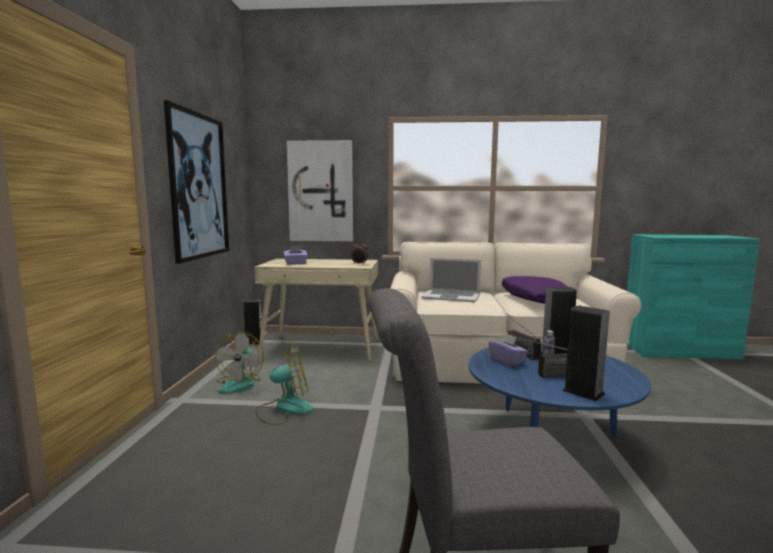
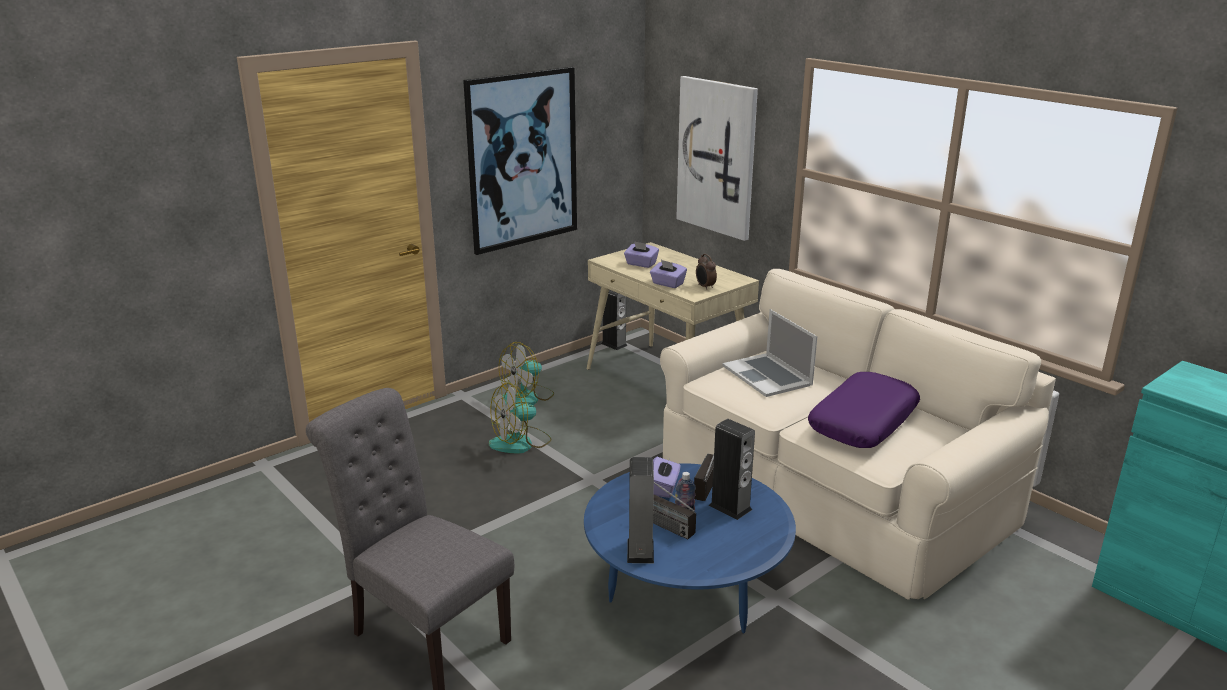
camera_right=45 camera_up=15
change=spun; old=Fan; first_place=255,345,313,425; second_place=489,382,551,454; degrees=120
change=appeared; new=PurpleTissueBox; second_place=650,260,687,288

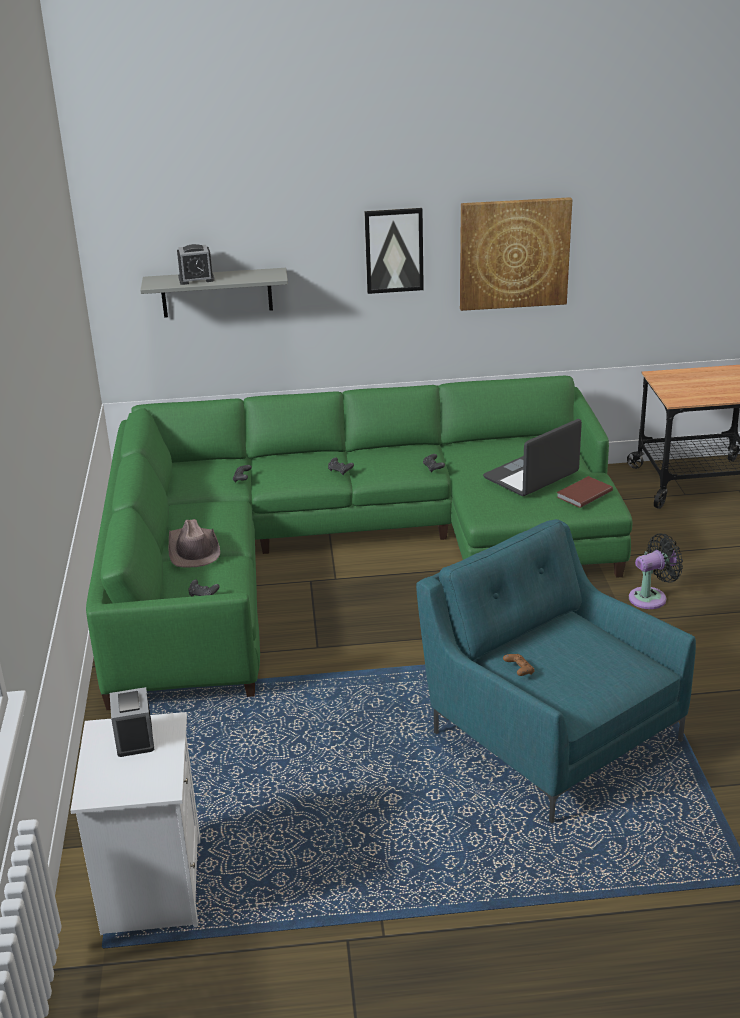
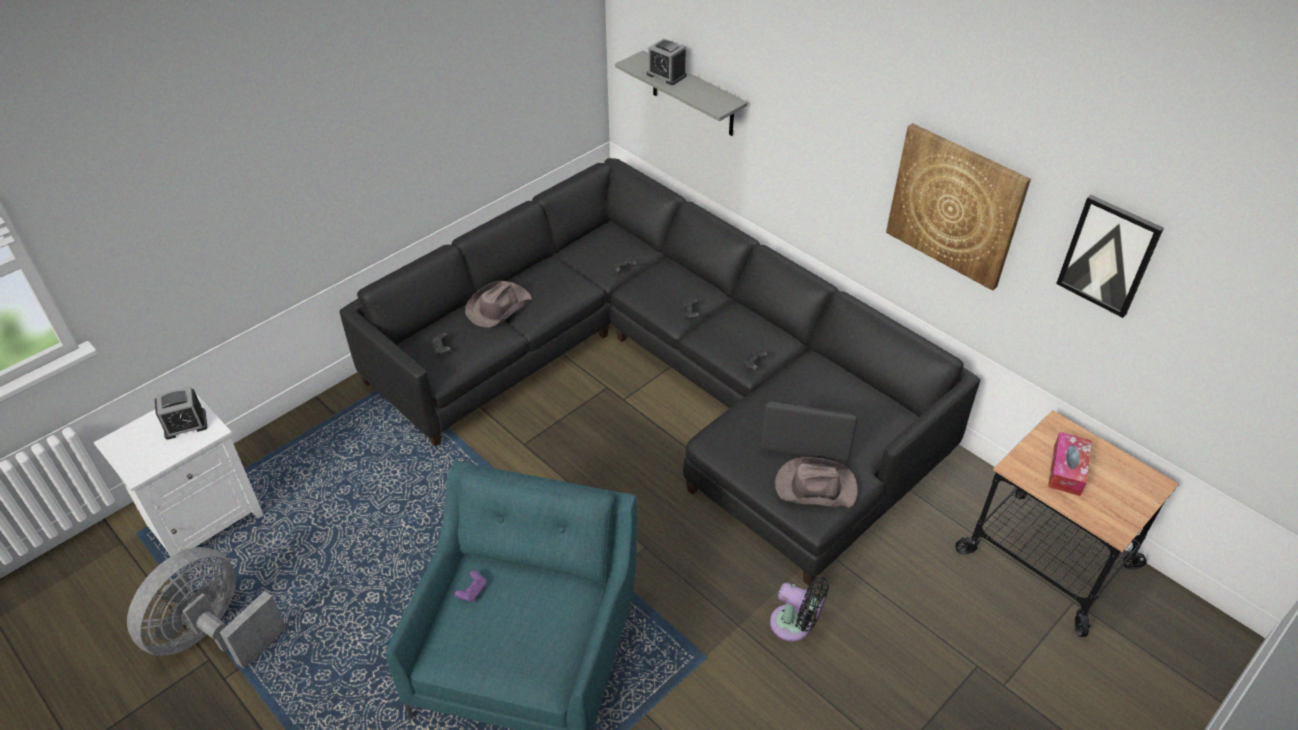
camera_right=50 camera_up=15
change=appeared; new=GreyFan; second_place=127,547,287,669
change=spun; old=AlarmClock; first_place=110,687,154,757; second_place=155,386,208,440; degrees=-150
change=colour; old=GreenSofa; new=BlackSofa; first_place=86,376,633,710; second_place=339,158,980,586
change=colour; old=BrownGameController; new=PurpleGameController; first_place=503,654,535,676; second_place=454,570,487,603
change=exchanged; old=BrownBook; new=BrownHat; first_place=557,476,613,508; second_place=775,457,858,508
change=appeared; new=TissueBox; second_place=1048,432,1092,496
change=relocated; old=Picture; first_place=364,208,424,294; second_place=1056,195,1164,318

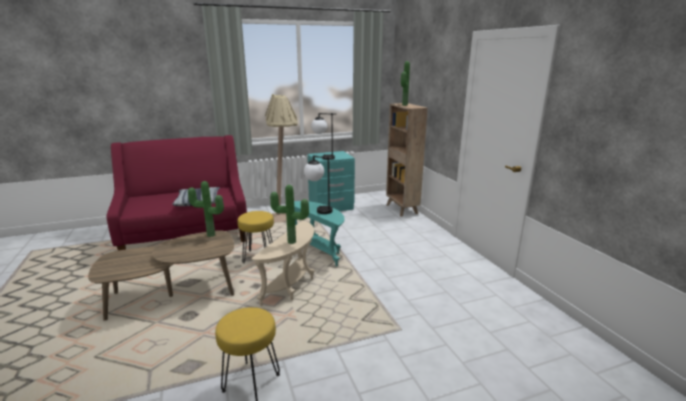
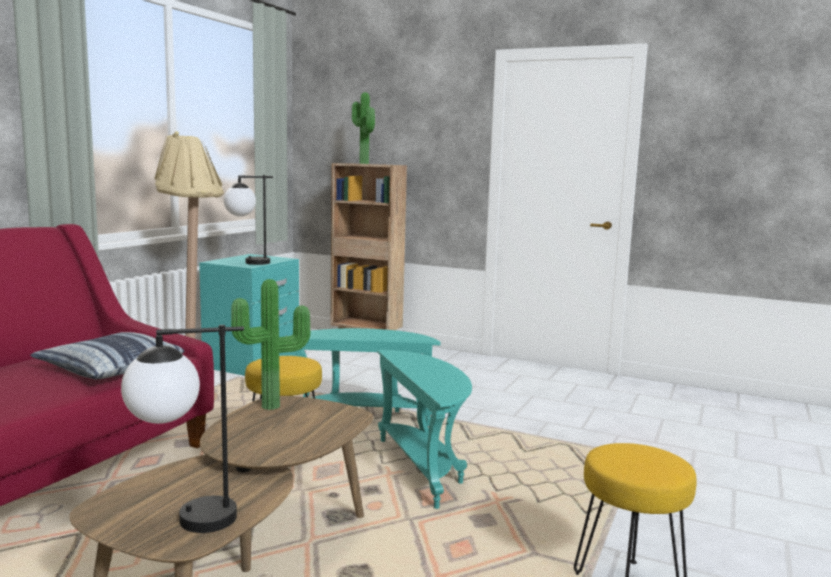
camera_right=-45 camera_up=-10
change=relocated; old=TableLamp; first_place=304,155,334,214; second_place=121,325,244,533
change=colour; old=BeigeSideTable; new=TurquoiseSideTable; first_place=251,221,315,306; second_place=377,350,472,509
change=missing; old=PottedPlant; first_place=270,185,309,244

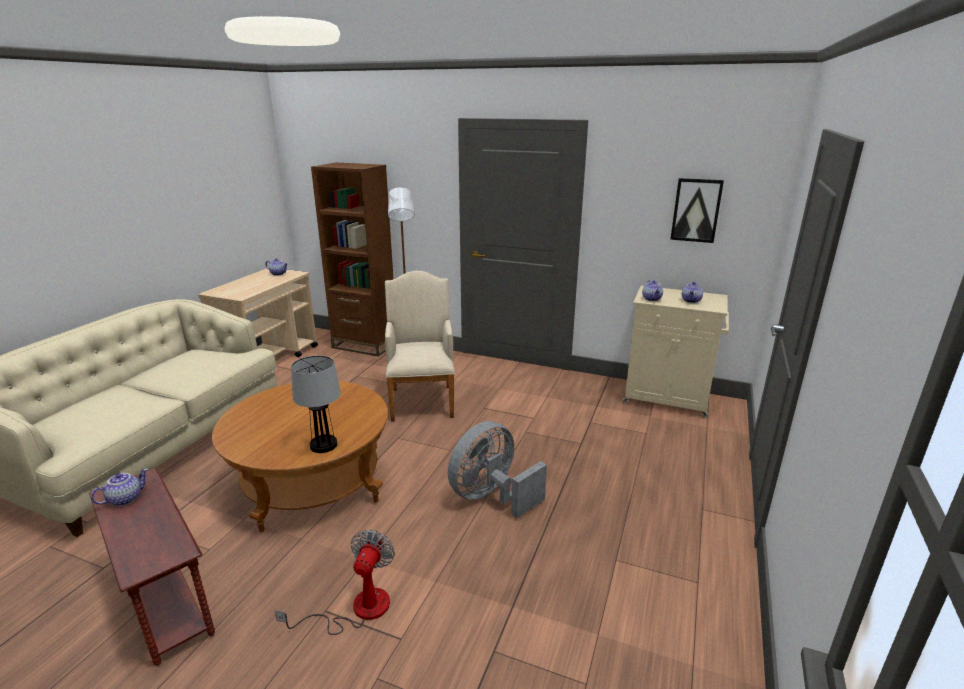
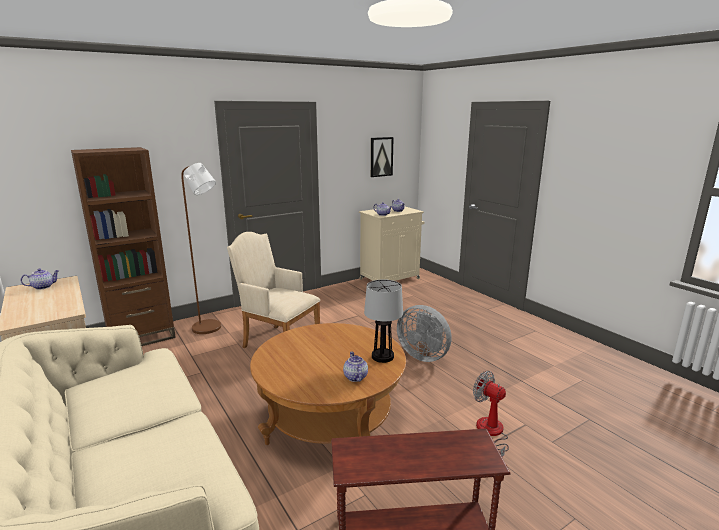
camera_right=-55 camera_up=-5
change=relocated; old=Teapot; first_place=91,469,148,506; second_place=343,352,368,382
change=spun; old=GreyFan; first_place=448,421,547,518; second_place=397,305,452,362; degrees=-45

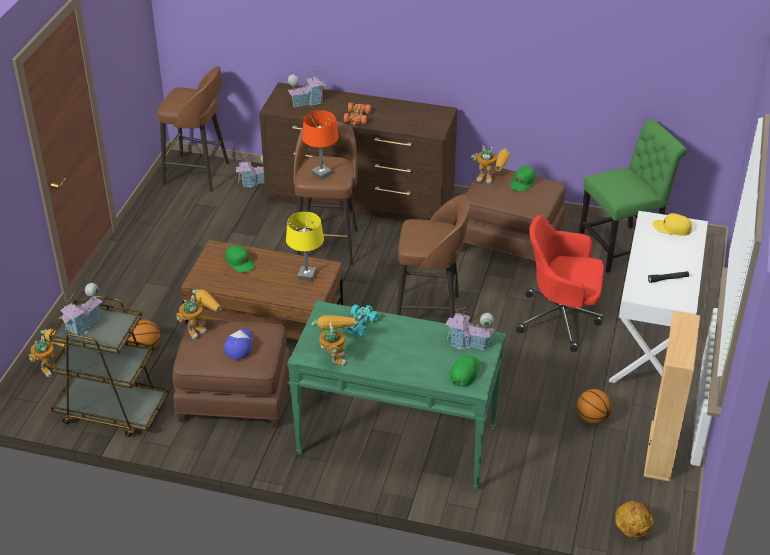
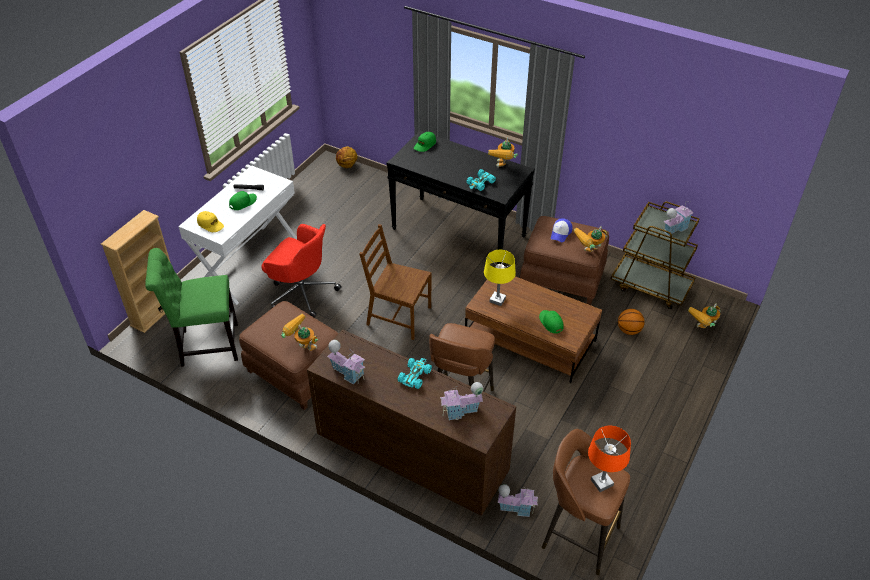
camera_right=-165 camera_up=5
change=relocated; old=BeigeBookcase; first_place=644,311,700,482; second_place=101,210,171,333
change=relocated; old=GreenCap; first_place=510,166,535,191; second_place=229,191,257,210
change=relocated; old=ToyHouse; first_place=446,307,495,350; second_place=327,340,366,384
change=exchanged; old=BrownStool; new=BrownChair; first_place=396,195,470,318; second_place=359,224,431,340
change=colour; old=GreenConsoleTable; new=BlackConsoleTable; first_place=287,300,506,490; second_place=387,130,535,264
change=colour; old=OrangeToyCar; new=TurquoiseToyCar; first_place=344,102,371,125; second_place=398,358,432,389
change=relocated; old=OrangeTableLamp; first_place=302,110,339,180; second_place=588,426,631,492
change=missing; old=Basketball; first_place=577,389,612,424

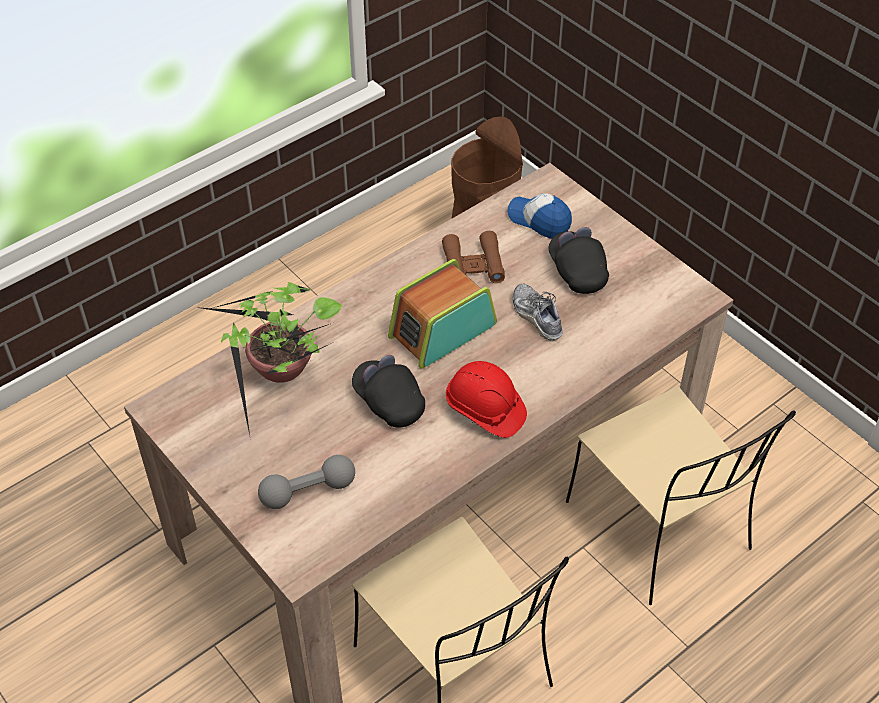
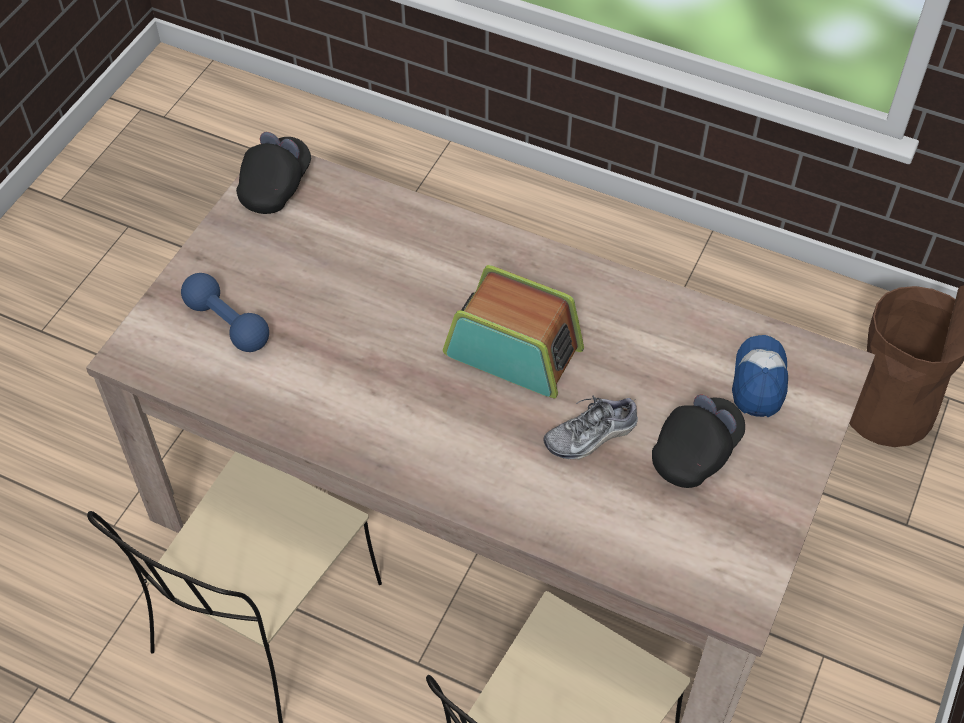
camera_right=65 camera_up=5
change=colour; old=GreyDumbbell; new=BlueDumbbell; first_place=258,455,355,509; second_place=181,273,269,352
change=relocated; old=BlackCap; first_place=352,355,425,428; second_place=236,132,311,214
change=spun; old=Shoe; first_place=513,284,563,340; second_place=543,396,638,459; degrees=-150
change=missing; old=PottedPlant; first_place=196,282,342,435
change=missing; old=BrownBinoculars; first_place=442,231,505,283
change=missing; old=RedHardHat; first_place=446,361,527,438

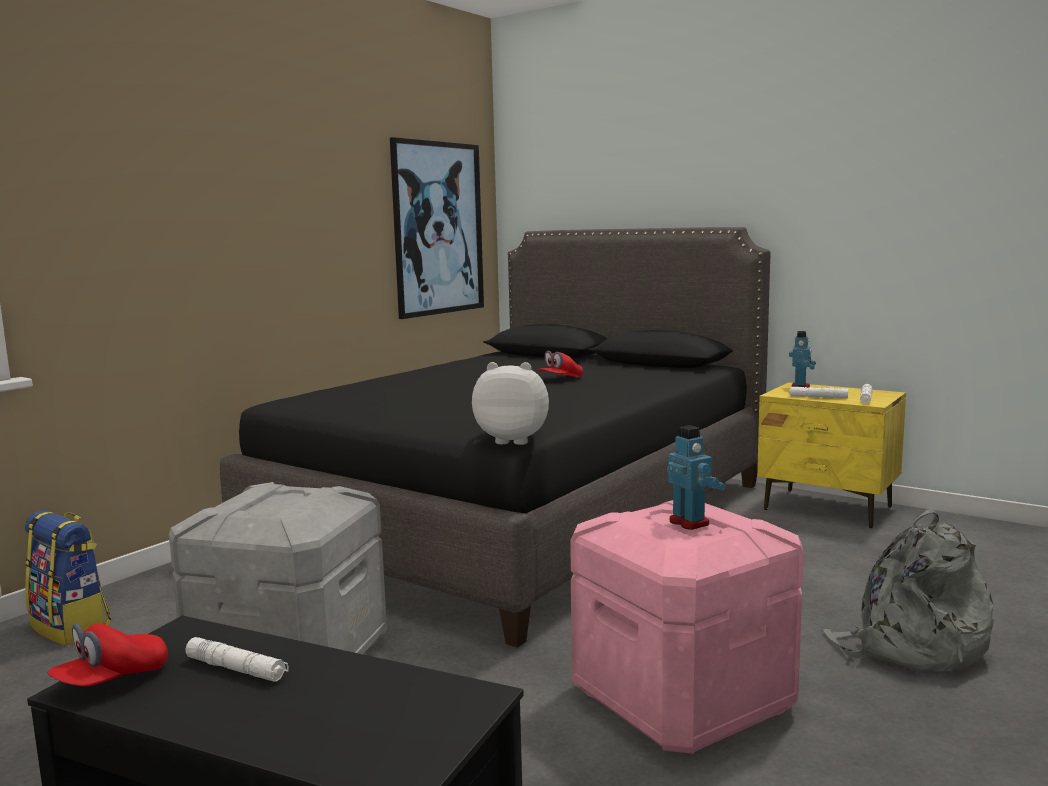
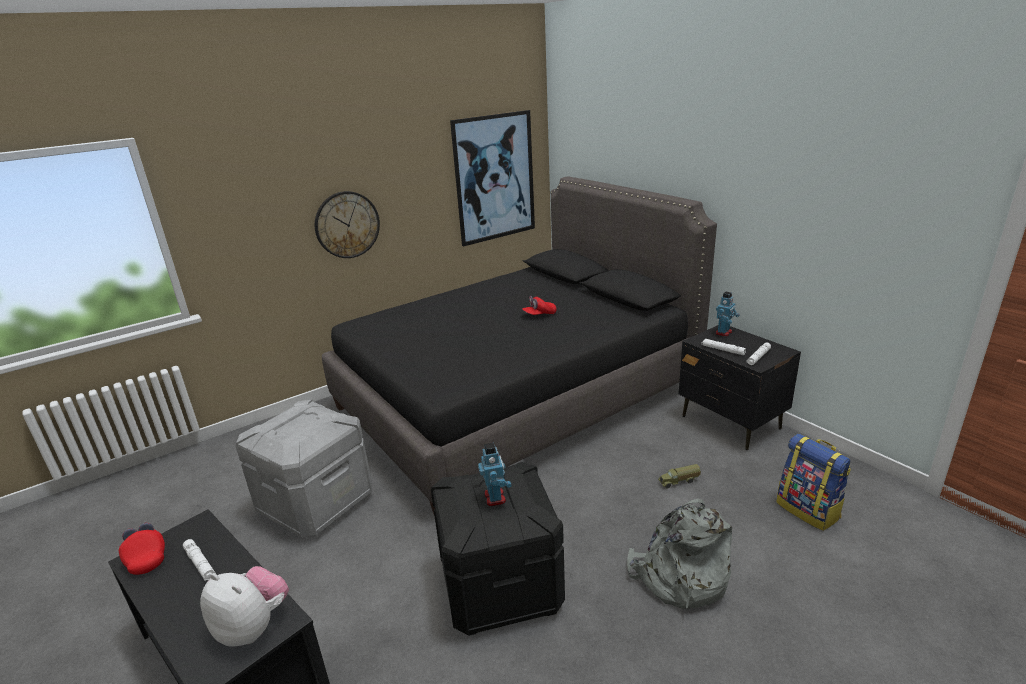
camera_right=20 camera_up=15
change=spun; old=RedCap; first_place=47,623,168,686; second_place=119,523,165,575; degrees=90
change=relocated; old=PlushToy; first_place=472,362,549,445; second_place=200,566,289,647
change=appeared; new=WallClock; second_place=315,191,380,258
change=colour; old=PinkStorageBox; new=BlackStorageBox; first_place=570,500,804,754; second_place=431,462,565,636
change=appeared; new=ToyTruck; second_place=658,464,701,489
change=colour; old=YellowNightstand; new=BlackNightstand; first_place=757,382,906,528; second_place=679,325,801,450
change=relocated; old=Backpack; first_place=25,511,111,646; second_place=776,434,851,531

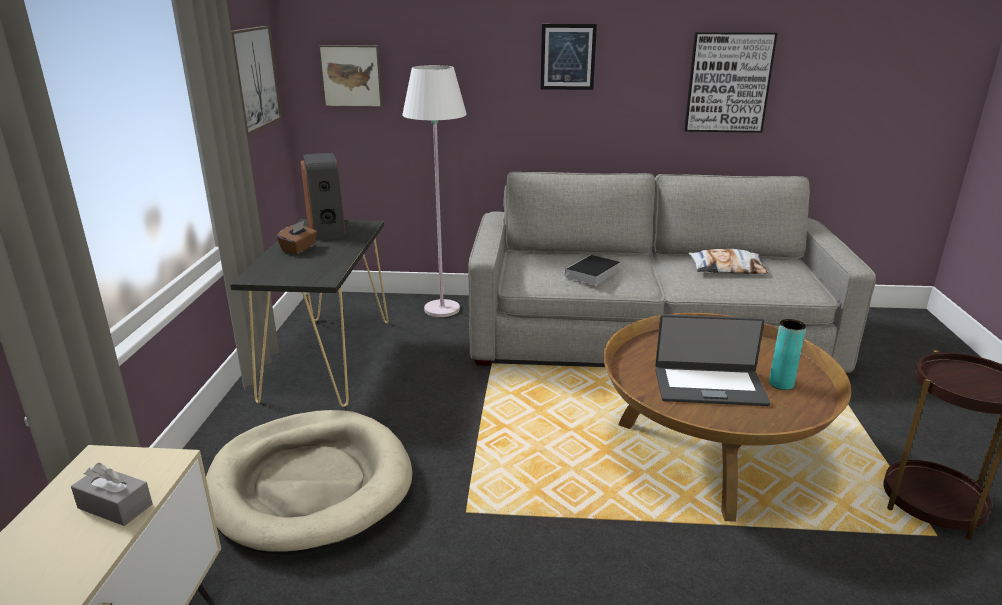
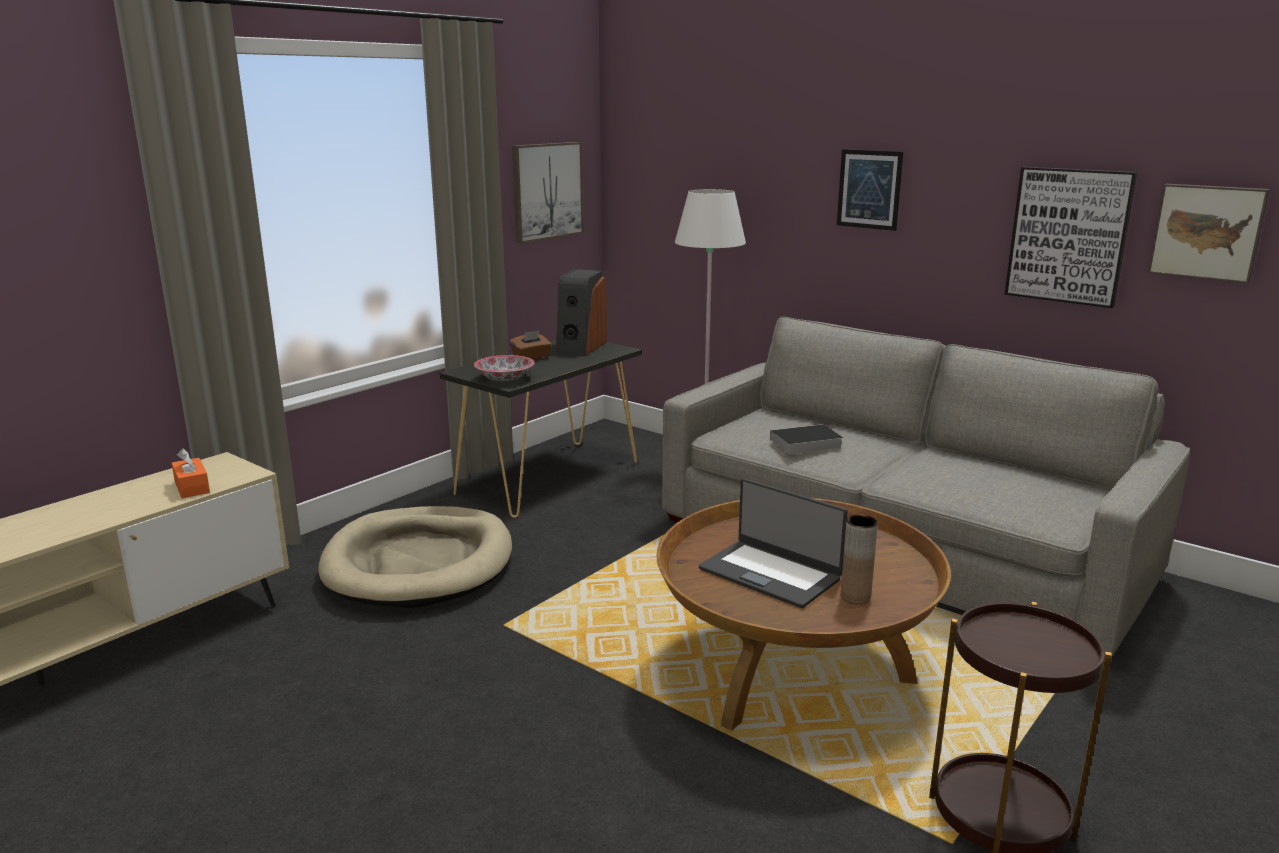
camera_right=35 camera_up=-5
change=colour; old=GreyTissueBox; new=OrangeTissueBox; first_place=71,463,152,526; second_place=172,448,210,498
change=appeared; new=Bowl; second_place=474,355,534,381
change=colour; old=TurquoiseVase; new=BrownVase; first_place=769,319,806,390; second_place=841,514,878,604
change=relocated; old=Picture; first_place=319,45,383,107; second_place=1148,184,1270,283
change=missing; old=Pillow; first_place=688,249,768,274

